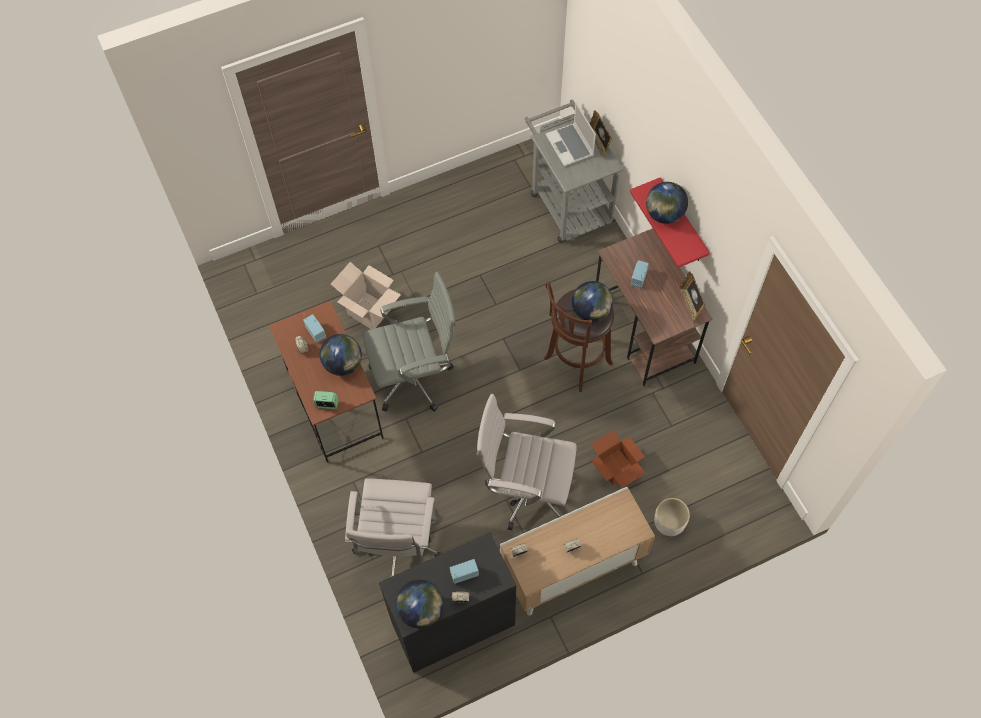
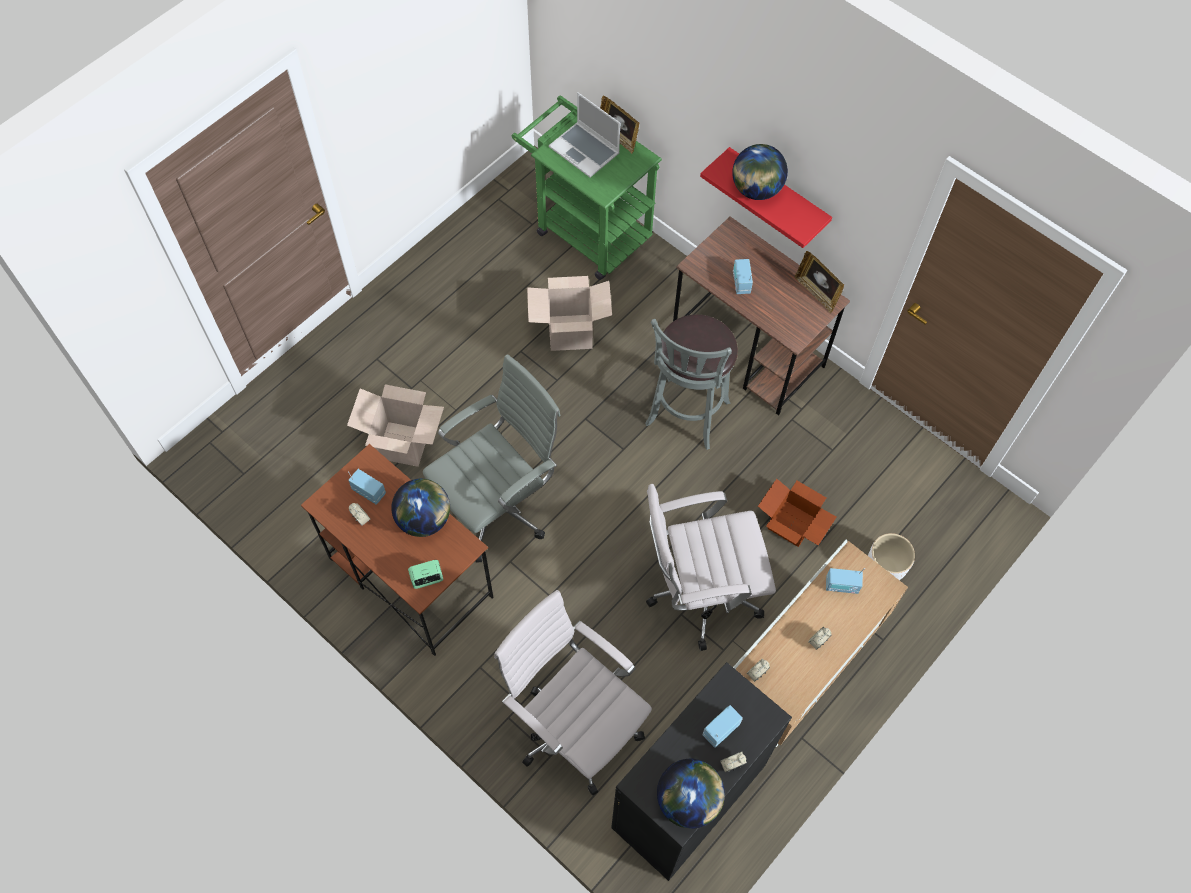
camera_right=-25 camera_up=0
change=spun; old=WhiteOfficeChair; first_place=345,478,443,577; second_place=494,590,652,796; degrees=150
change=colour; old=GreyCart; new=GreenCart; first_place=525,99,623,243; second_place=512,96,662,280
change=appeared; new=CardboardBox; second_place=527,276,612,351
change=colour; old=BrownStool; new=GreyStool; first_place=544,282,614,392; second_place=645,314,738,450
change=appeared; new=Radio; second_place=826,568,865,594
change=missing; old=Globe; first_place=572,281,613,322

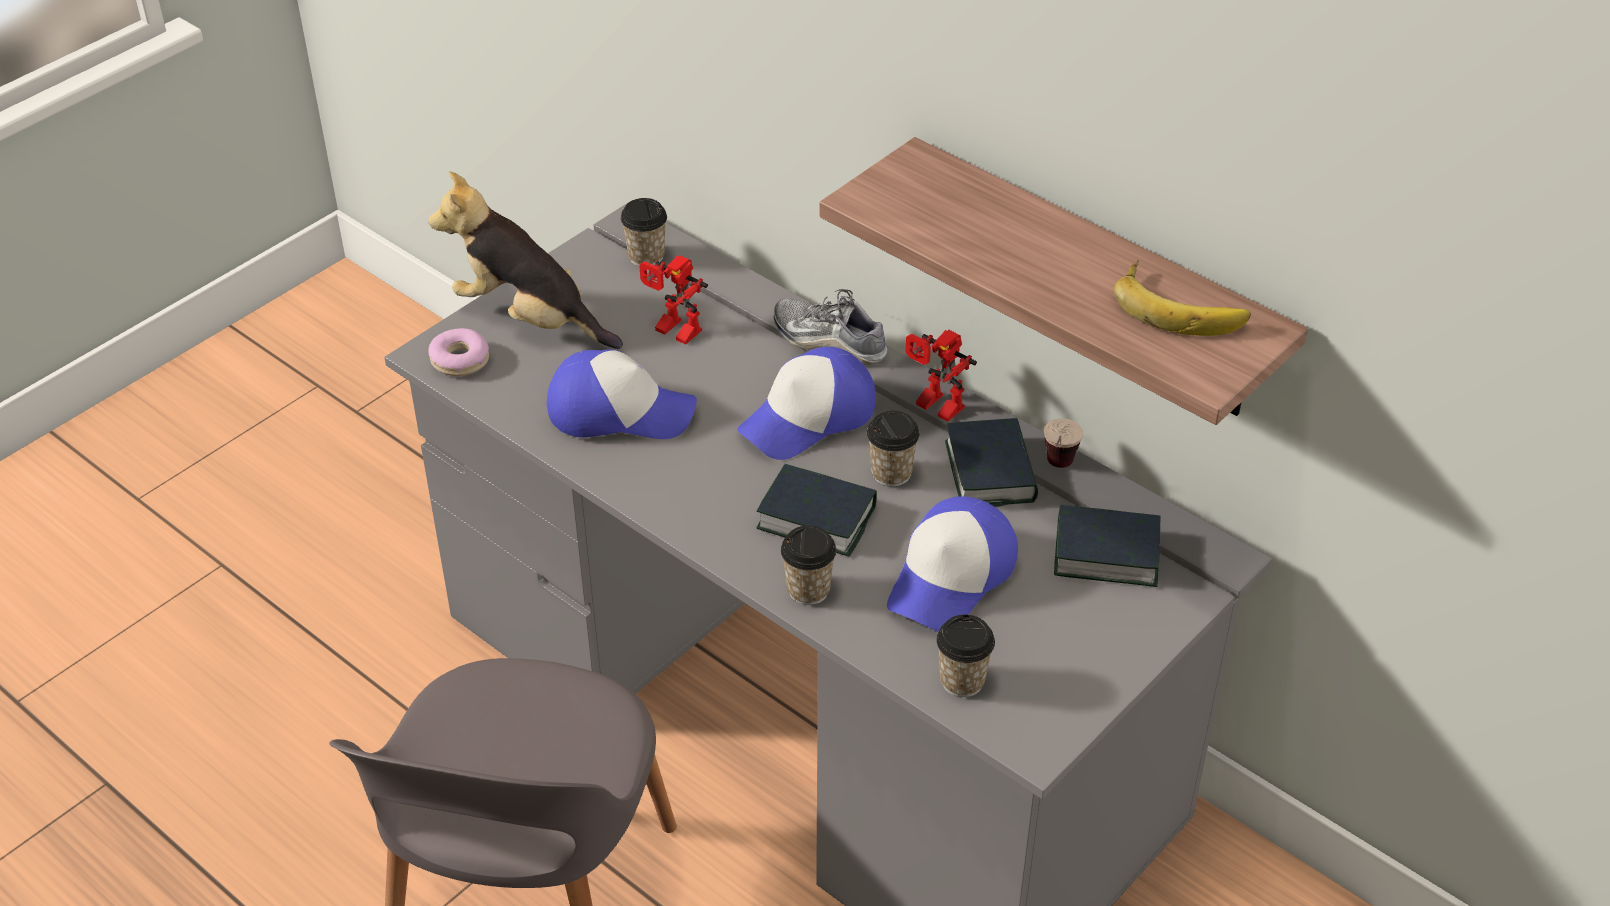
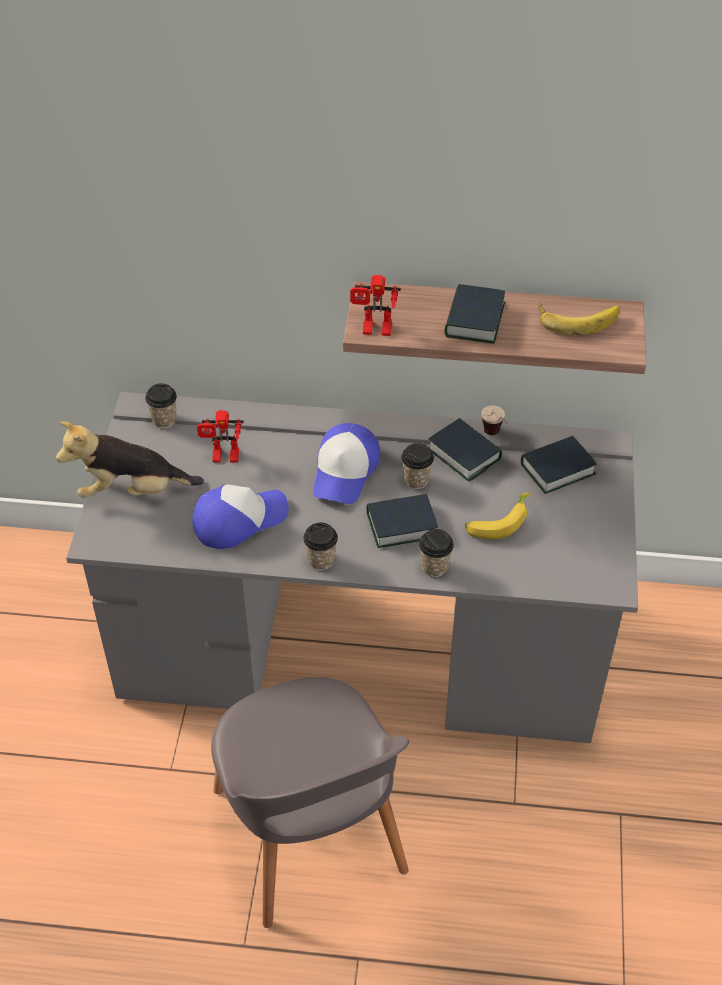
camera_right=-35 camera_up=5
change=relocated; old=Cup; first_place=936,615,995,697; second_place=303,522,338,571
change=relocated; old=ToyRobot; first_place=905,330,977,422; second_place=350,275,401,336
change=appeared; new=Book; second_place=445,284,505,343
change=exchanged; old=Cap; new=Banana; first_place=887,496,1018,632; second_place=465,493,531,540
change=missing; old=Donut; first_place=429,328,489,376
change=missing; old=Shoe; first_place=774,289,887,365

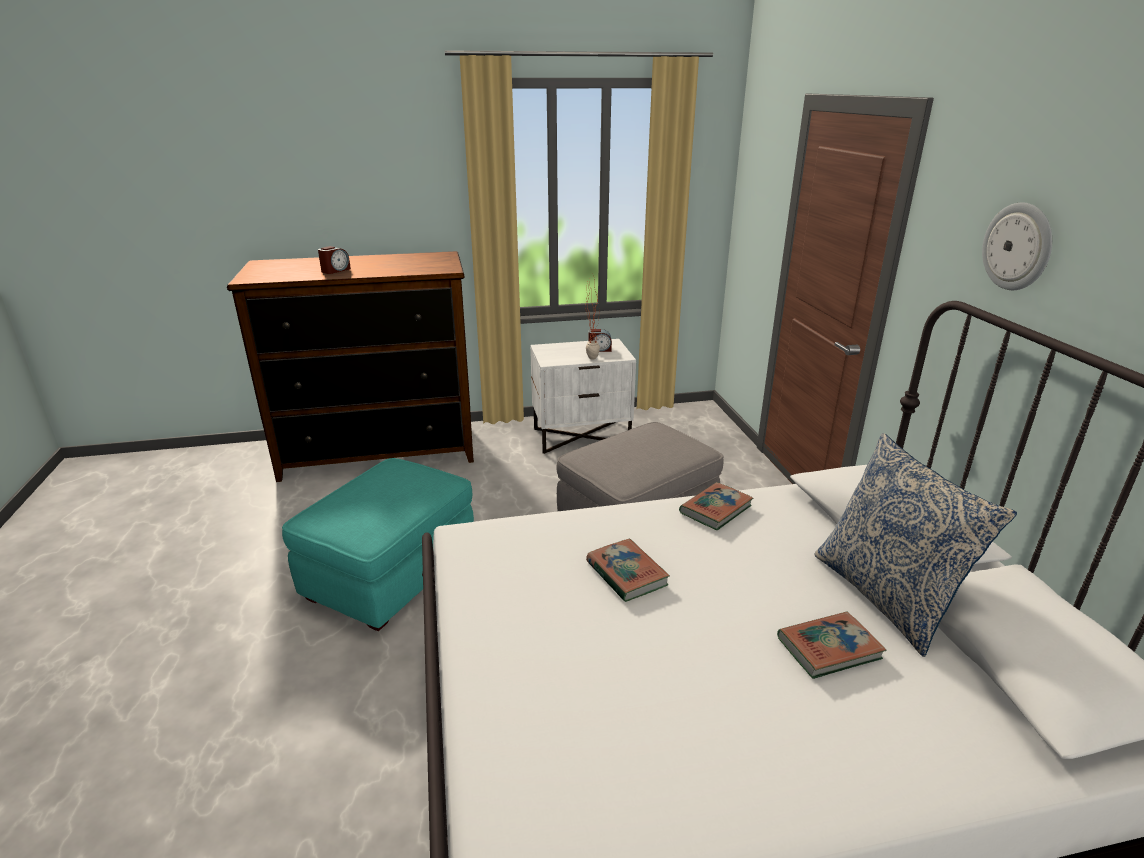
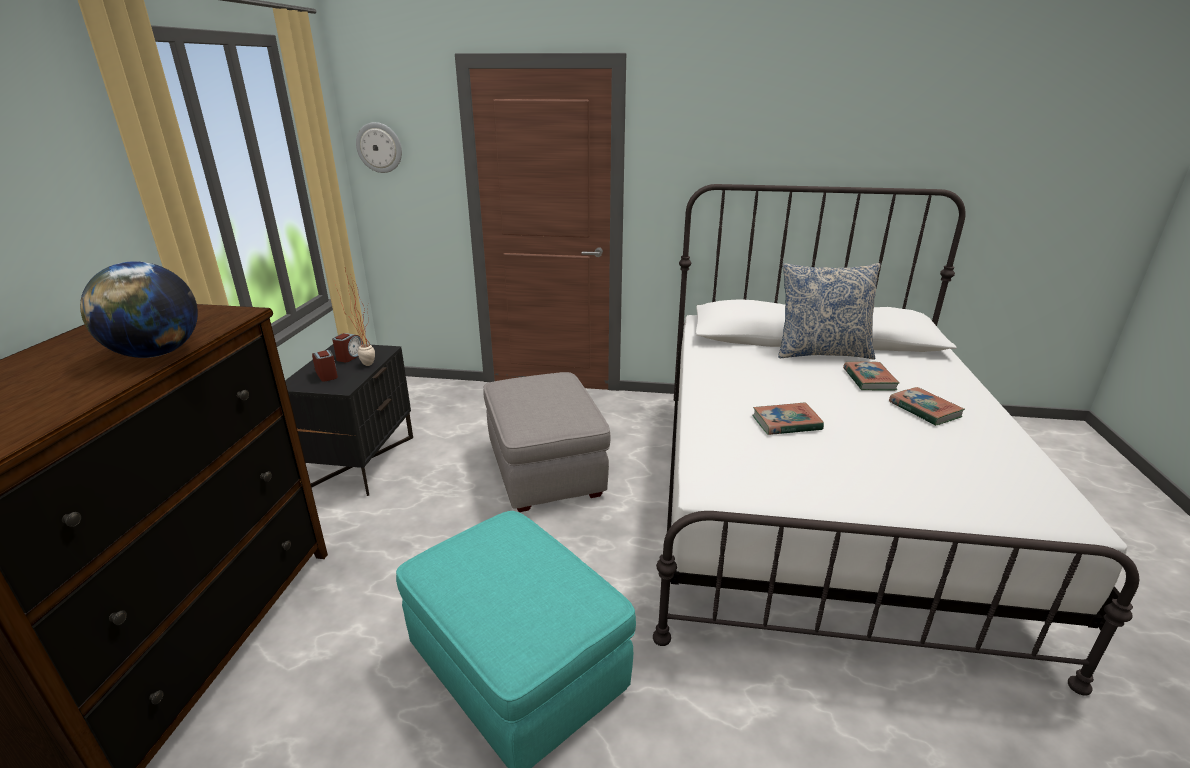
camera_right=-70 camera_up=0
change=appeared; new=Globe; second_place=80,261,198,358
change=colour; old=WhiteNightstand; new=BlackNightstand; first_place=530,339,636,454; second_place=285,344,413,496
change=relocated; old=AlarmClock; first_place=318,246,351,274; second_place=312,350,338,382
change=relocated; old=WallClock; first_place=982,202,1052,290; second_place=356,122,402,173
change=relocated; old=Book; first_place=679,482,754,530; second_place=889,387,965,426

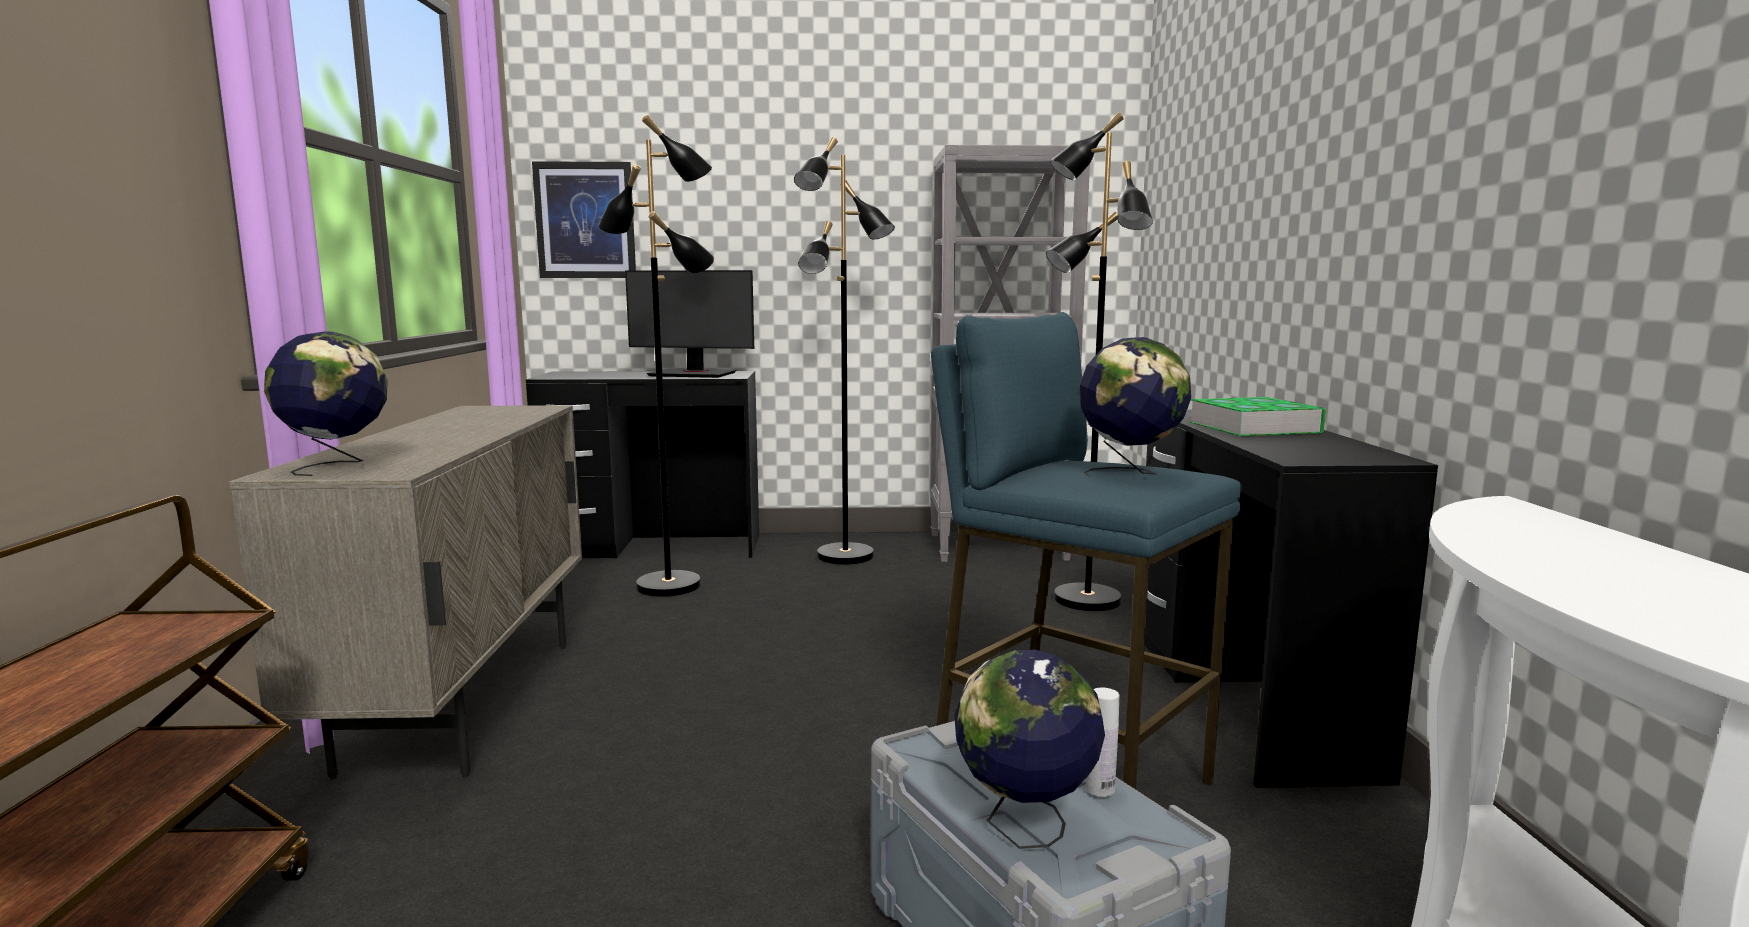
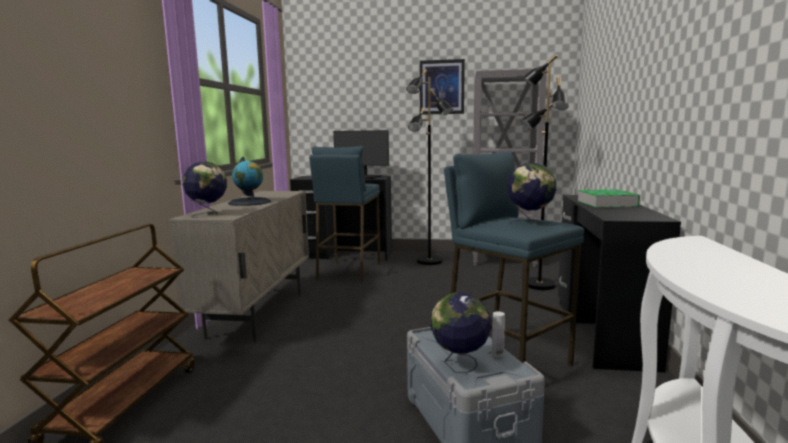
camera_right=10 camera_up=0
change=appeared; new=Globe; second_place=228,157,271,206
change=exchanged; old=BlackFloorLamp; new=BlueStool; first_place=598,115,714,596; second_place=309,146,380,282
change=relocated; old=Picture; first_place=532,161,636,278; second_place=420,59,465,115

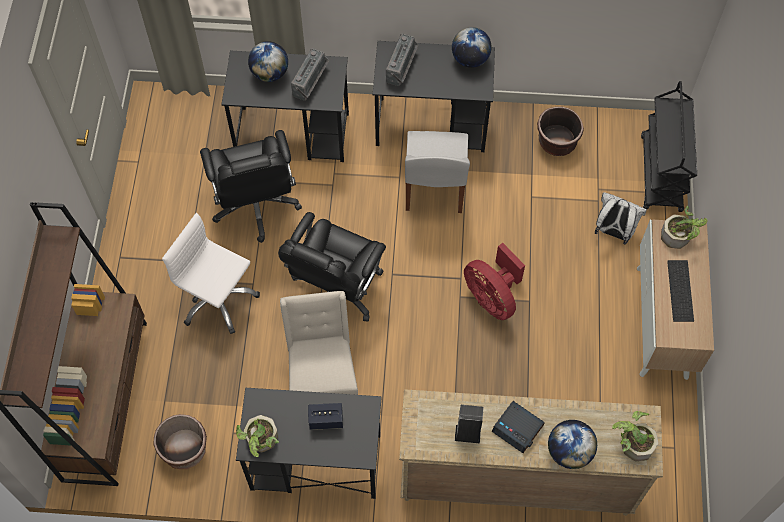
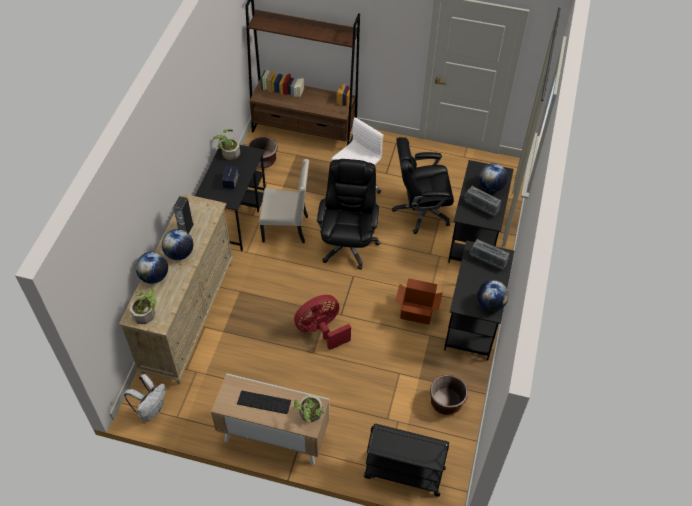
camera_right=100 camera_up=-10
change=relocated; old=WhiteBackpack; first_place=595,192,647,245; second_place=124,374,165,421
change=exchanged; old=AlarmClock; new=Globe; first_place=492,401,545,453; second_place=162,229,193,260
change=spun; old=BlackOfficeChair; first_place=278,212,386,322; second_place=317,159,381,270; degrees=60
change=exchanged; old=WhiteChair; new=CardboardBox; first_place=405,131,470,213; second_place=396,278,443,325

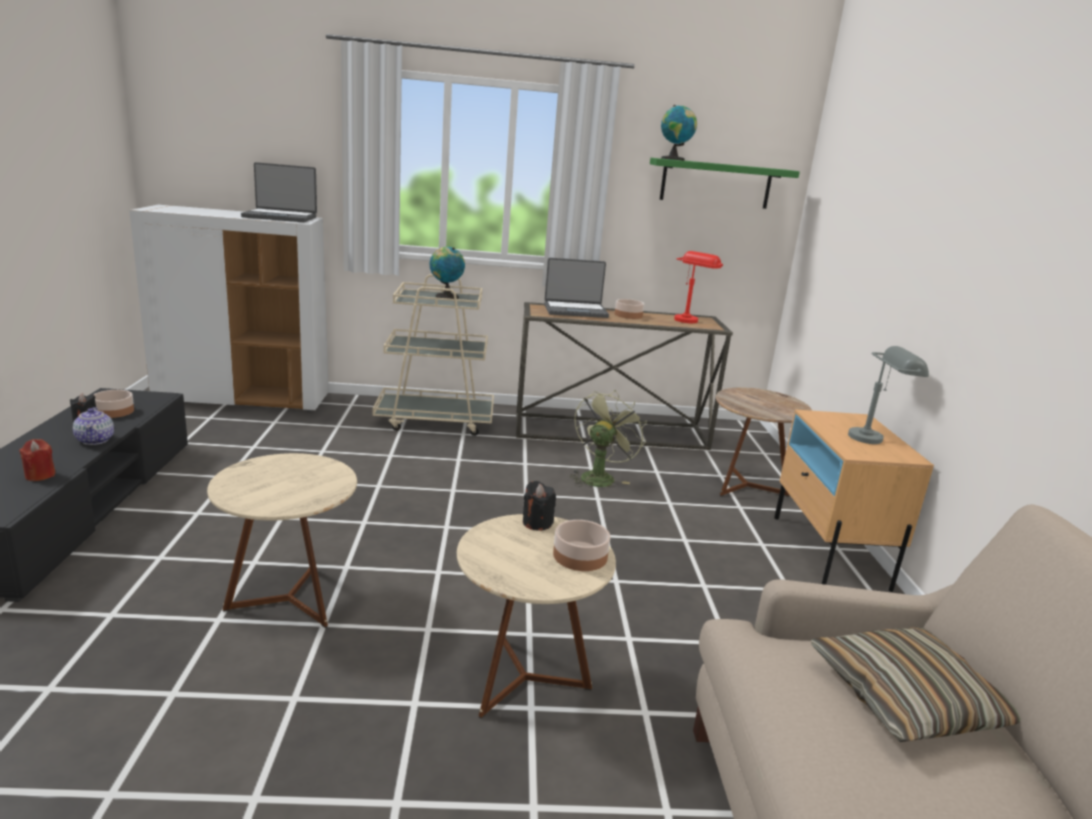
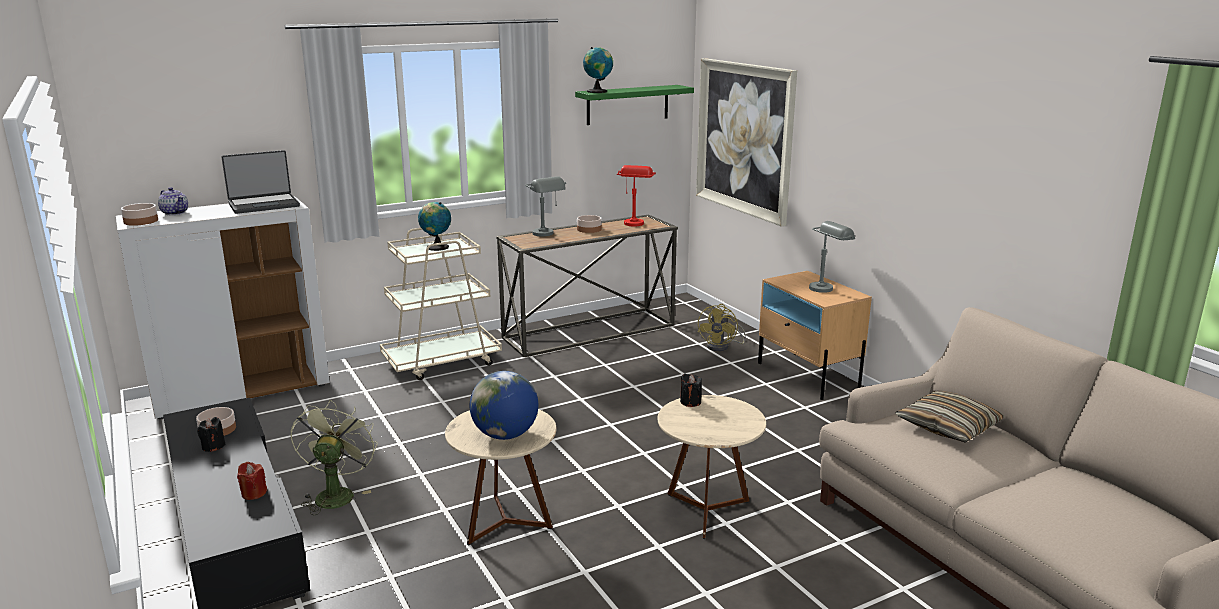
camera_right=-25 camera_up=0
change=relocated; old=Bowl; first_place=553,520,610,571; second_place=121,203,158,226
change=relocated; old=Teapot; first_place=73,407,114,445; second_place=158,187,188,215
change=relocated; old=GreenFan; first_place=569,390,647,487; second_place=290,400,377,515
change=appeared; new=Globe; second_place=470,371,538,440
change=exchanged; old=Laptop; new=GreyTableLamp; first_place=544,258,609,318; second_place=525,176,566,236
change=appeared; new=Picture; second_place=696,58,797,227
change=exchanged; old=BrownSideTable; new=YellowFan; first_place=716,387,812,497; second_place=698,304,746,351

